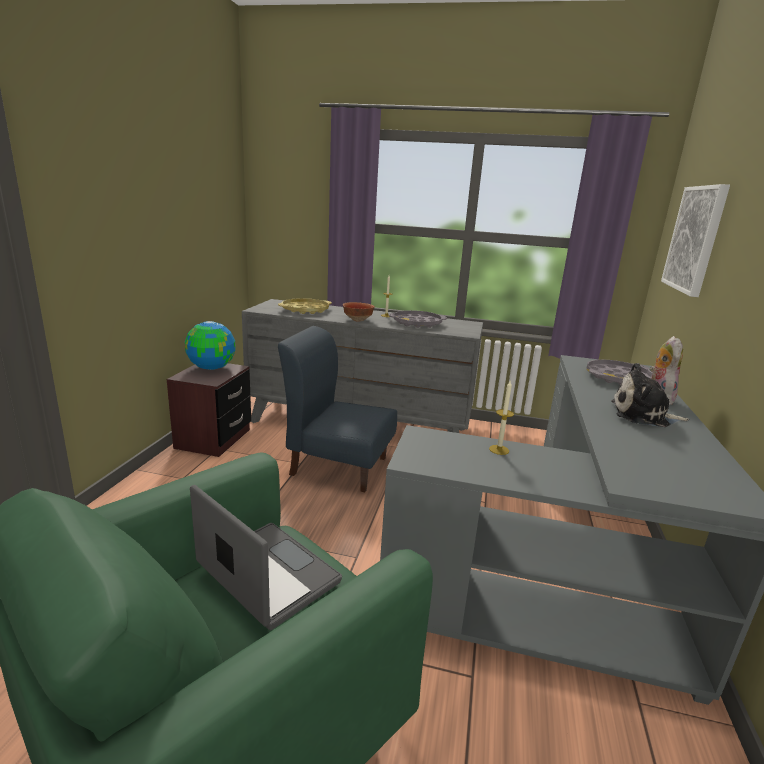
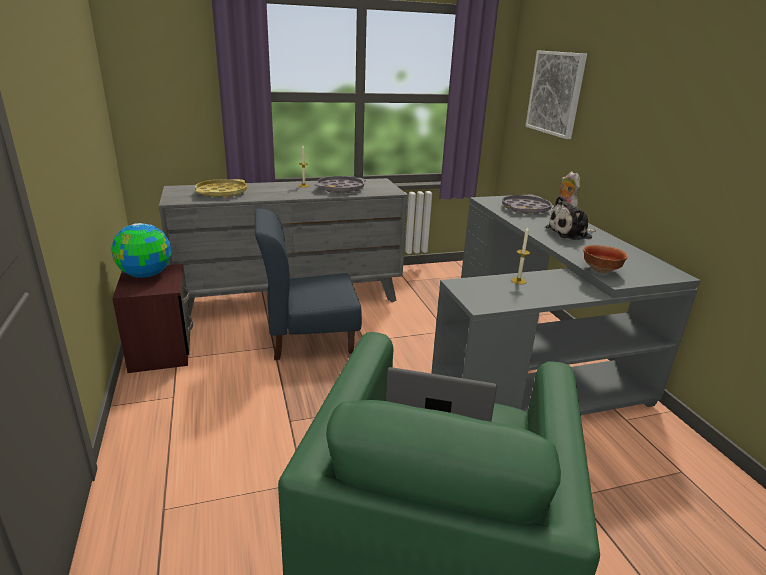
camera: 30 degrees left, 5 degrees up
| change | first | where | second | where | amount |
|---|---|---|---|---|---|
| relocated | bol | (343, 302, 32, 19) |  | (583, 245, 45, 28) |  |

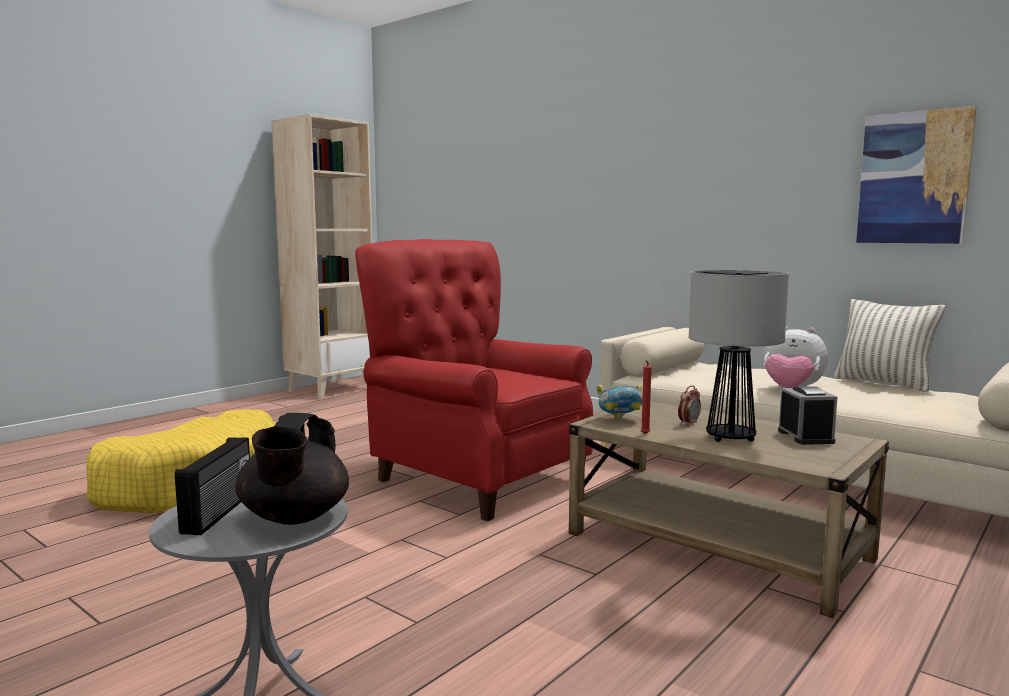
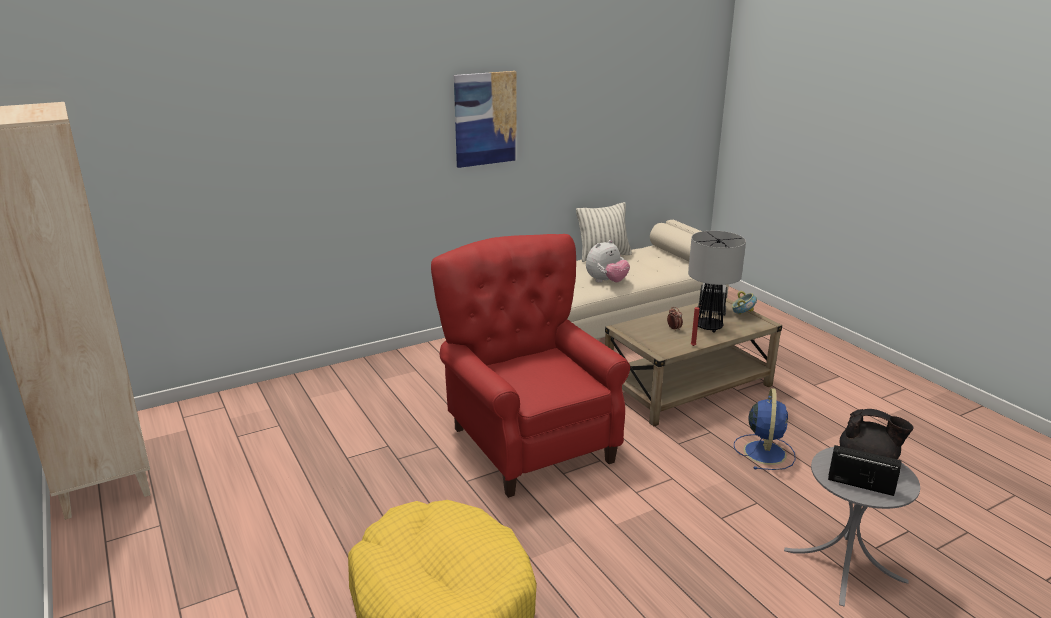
camera: 70 degrees left, 15 degrees up
| change | first | where | second | where | amount |
|---|---|---|---|---|---|
| appeared |  |  | ventilateur [bleu] | (734, 388, 62, 82) |  |
| relocated | bol | (597, 385, 46, 34) |  | (732, 291, 25, 24) |  |
| relocated | tableau | (856, 106, 121, 138) |  | (454, 71, 63, 97) |  |
| spun | fauteuil [rouge] | (355, 239, 238, 282) |  | (431, 234, 199, 264) | 90 degrees clockwise |

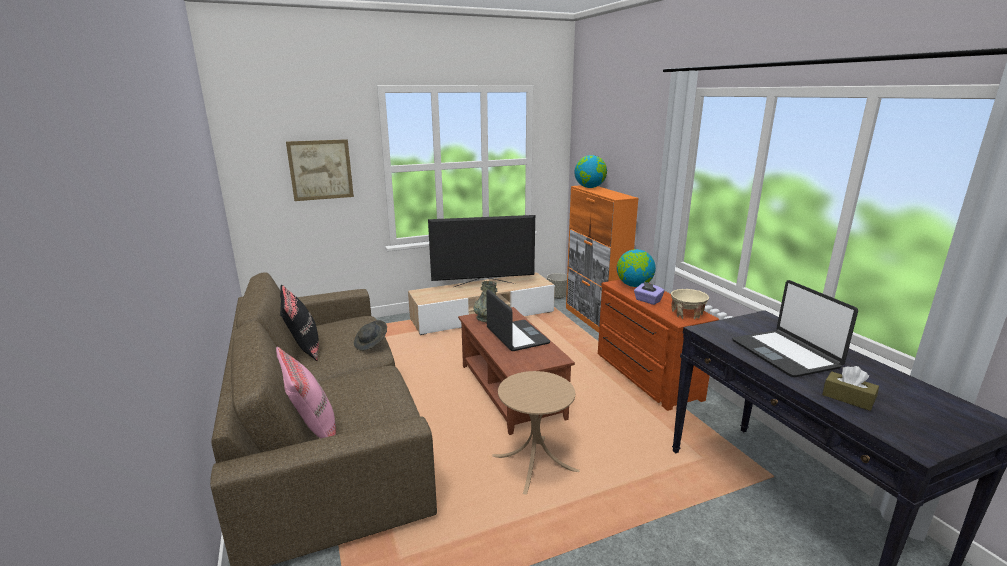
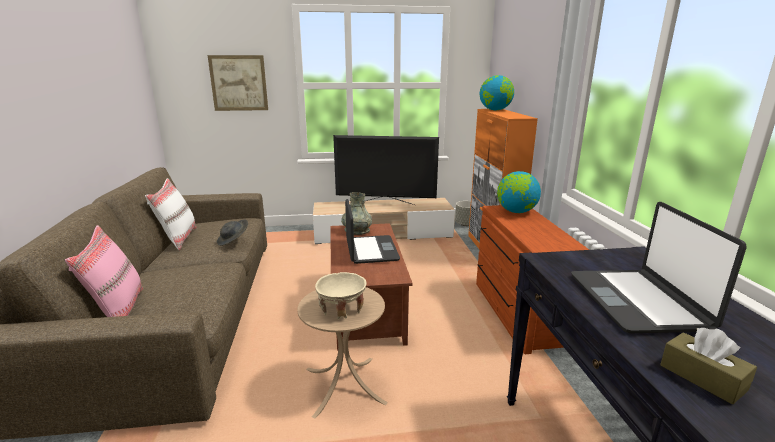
camera: 15 degrees right, 0 degrees up
| change | first | where | second | where | amount |
|---|---|---|---|---|---|
| missing | boîte à mouchoirs [violet] | (634, 282, 30, 23) |  |  |  |
| relocated | bol [beige] | (671, 289, 38, 31) |  | (315, 272, 51, 48) |  |
| colour | coussin [noir] | (280, 285, 39, 76) | coussin [blanc] | (145, 178, 52, 72) |  |

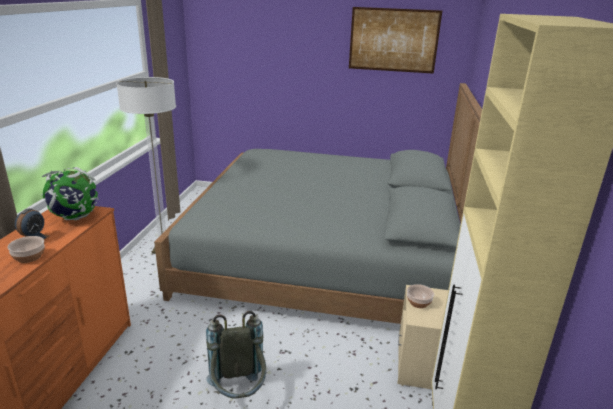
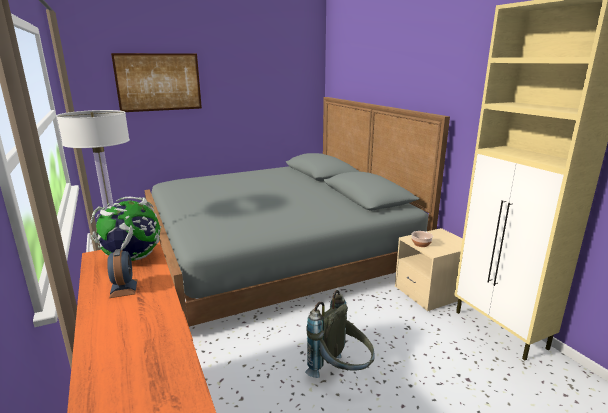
camera: 35 degrees left, 5 degrees down
| change | first | where | second | where | amount |
|---|---|---|---|---|---|
| missing | bol | (7, 236, 38, 27) |  |  |  |
| relocated | tableau | (349, 7, 93, 67) |  | (111, 53, 91, 59) |  |

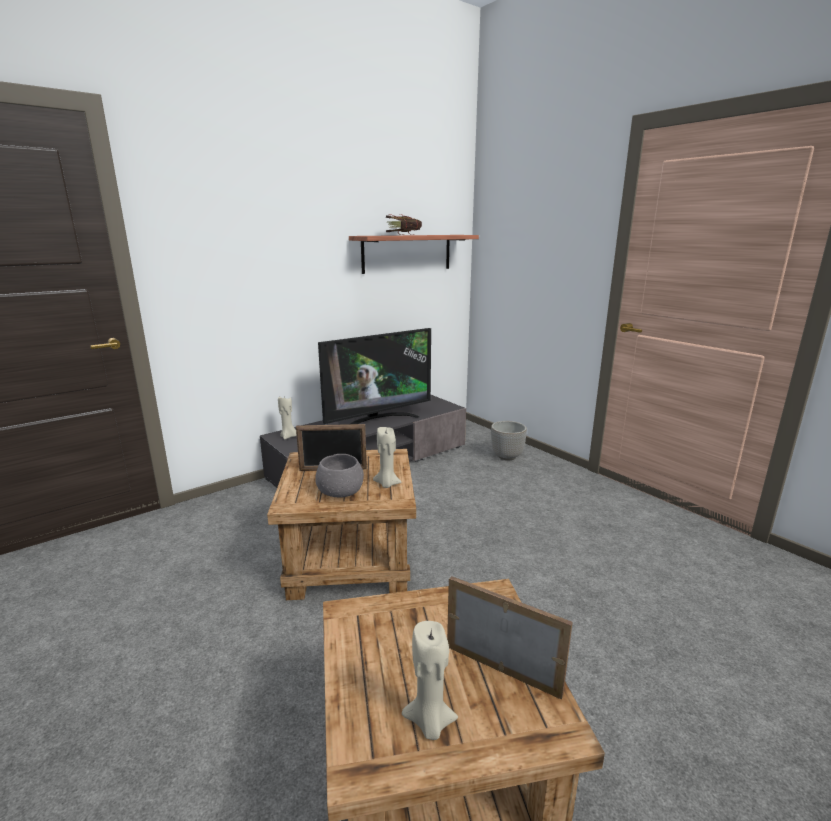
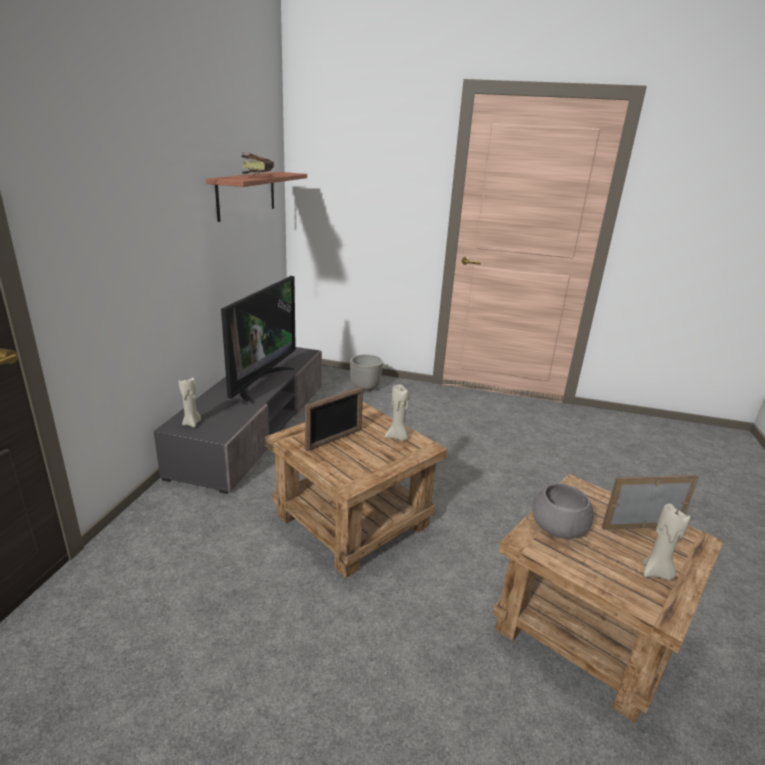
camera: 40 degrees left, 5 degrees up
| change | first | where | second | where | amount |
|---|---|---|---|---|---|
| relocated | bol [gris] | (315, 454, 49, 43) |  | (532, 483, 62, 56) |  |

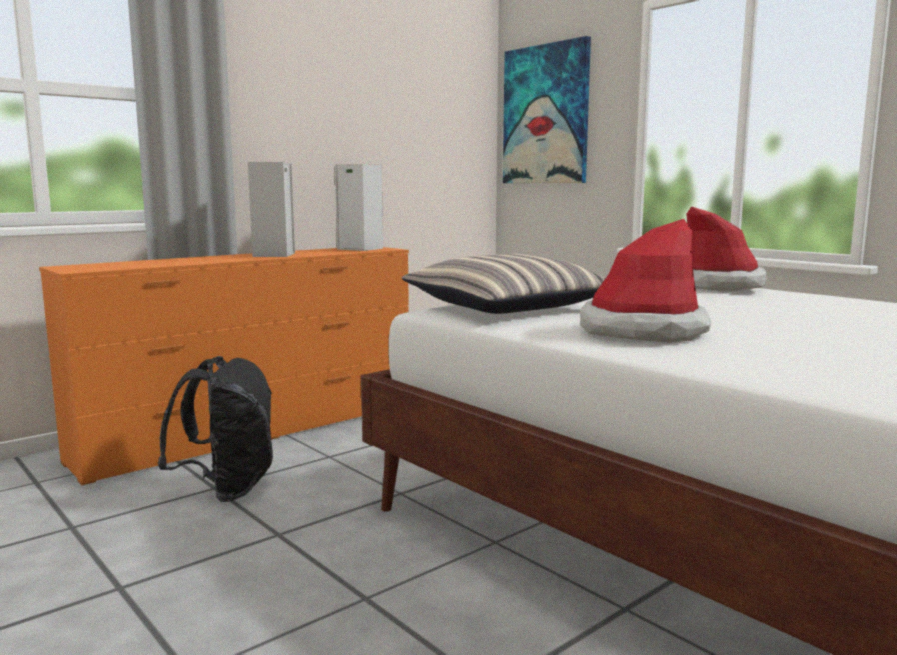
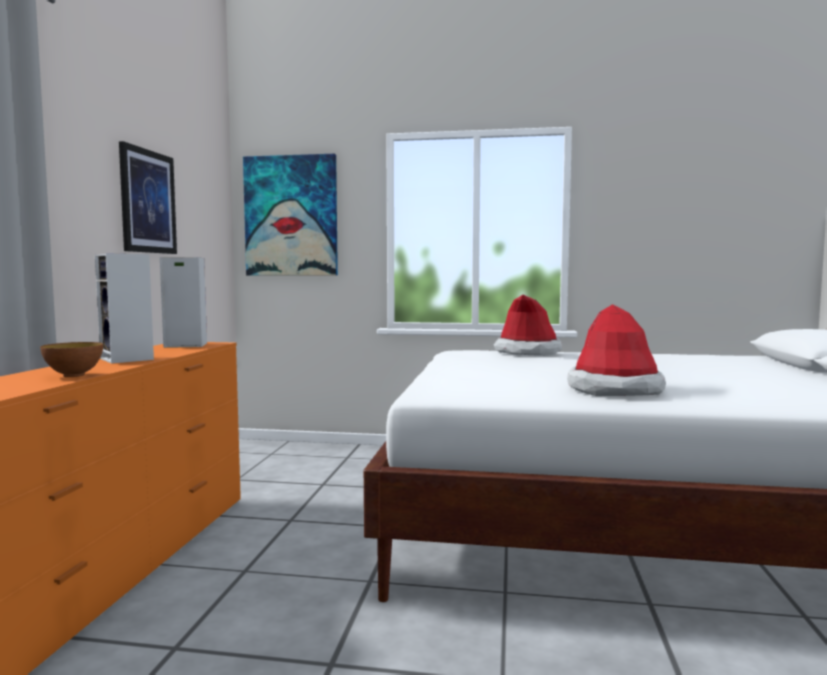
camera: 40 degrees left, 5 degrees down
| change | first | where | second | where | amount |
|---|---|---|---|---|---|
| missing | sac à dos [noir] | (157, 356, 116, 146) |  |  |  |
| missing | coussin | (402, 254, 204, 60) |  |  |  |
| appeared |  |  | bol | (40, 342, 63, 35) |  |
| appeared |  |  | tableau | (119, 141, 58, 113) |  |

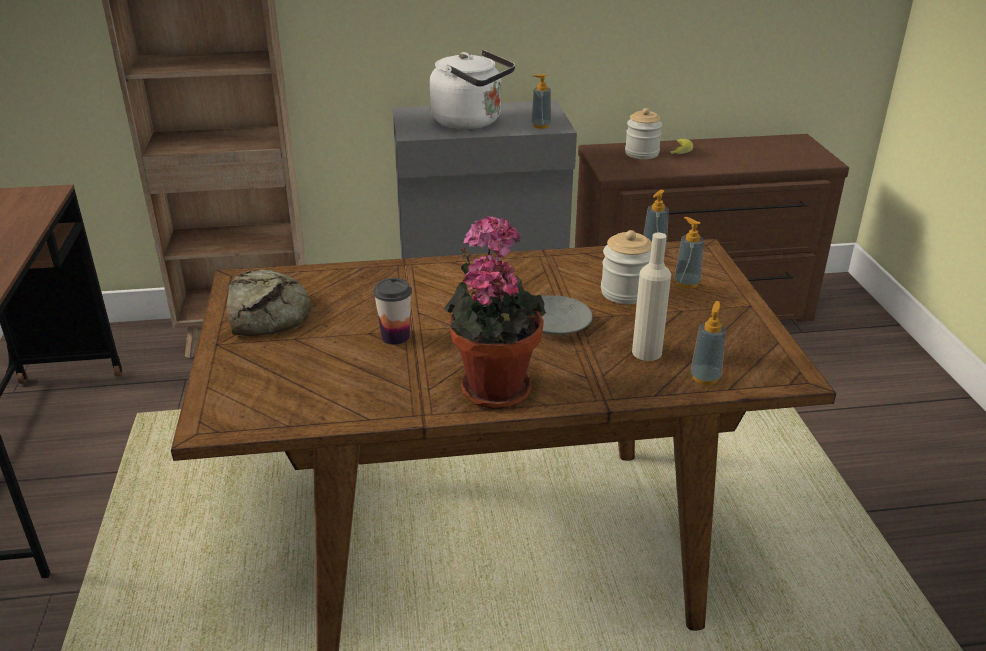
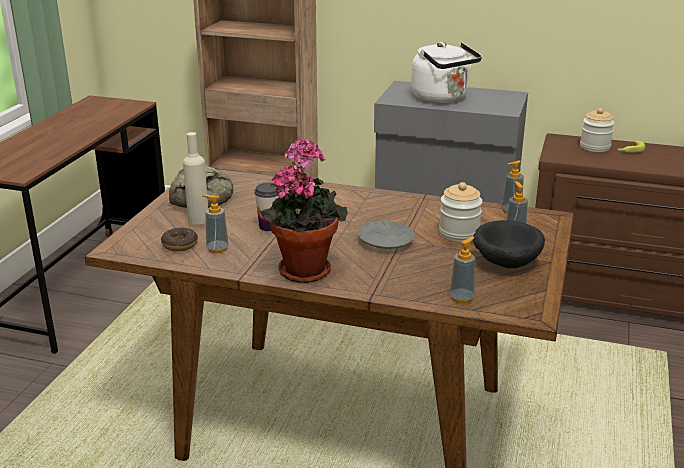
camera: 25 degrees right, 5 degrees down
| change | first | where | second | where | amount |
|---|---|---|---|---|---|
| appeared |  |  | beignet | (161, 228, 37, 23) |  |
| appeared |  |  | bol [noir] | (473, 220, 72, 48) |  |
| relocated | distributeur de savon | (531, 74, 20, 55) |  | (203, 195, 26, 58) |  |
| relocated | bouteille [beige] | (632, 233, 39, 128) |  | (183, 132, 25, 93) |  |

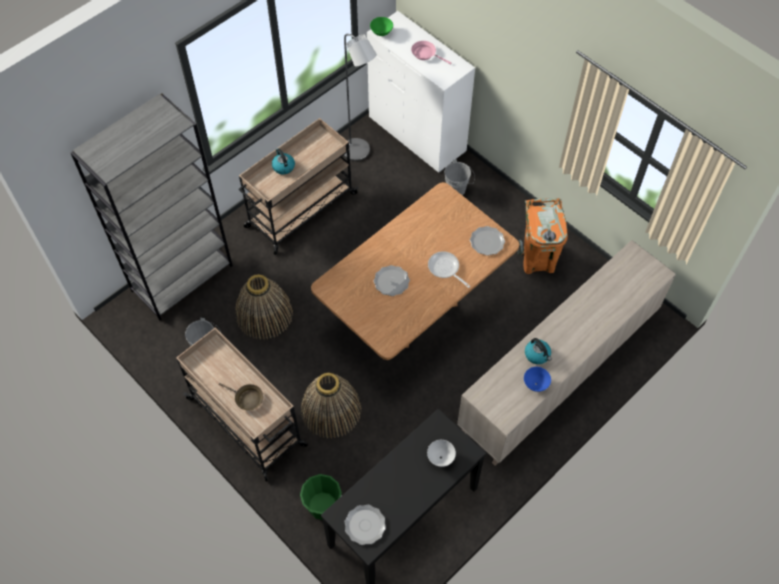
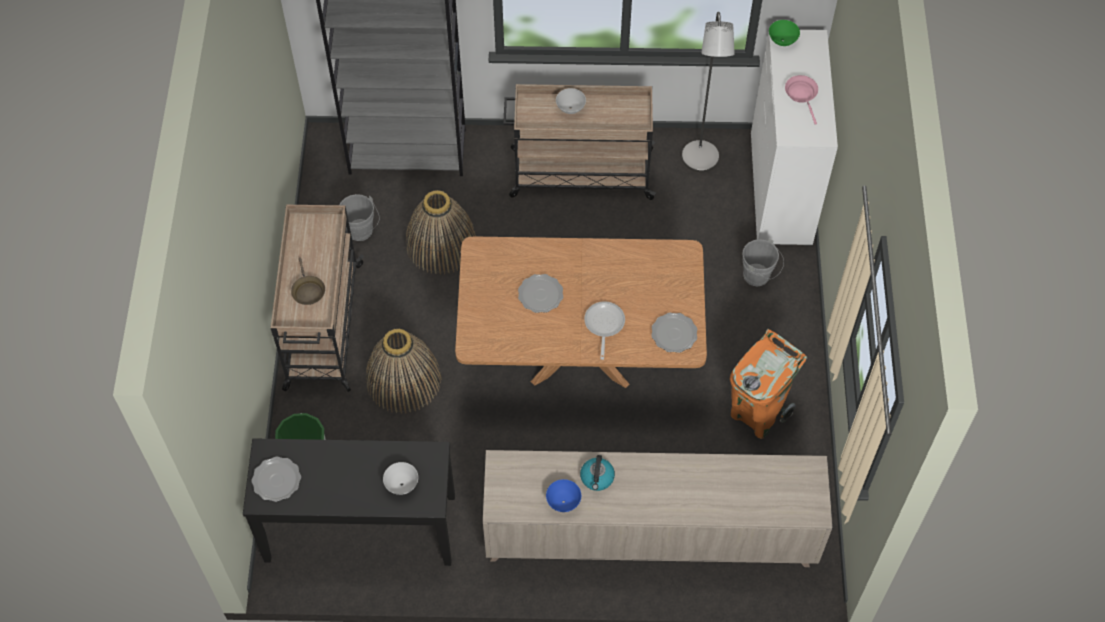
camera: 45 degrees right, 0 degrees up
| change | first | where | second | where | amount |
|---|---|---|---|---|---|
| exchanged | bouilloire | (272, 148, 23, 26) | bol [blanc] | (556, 88, 30, 26) |  |

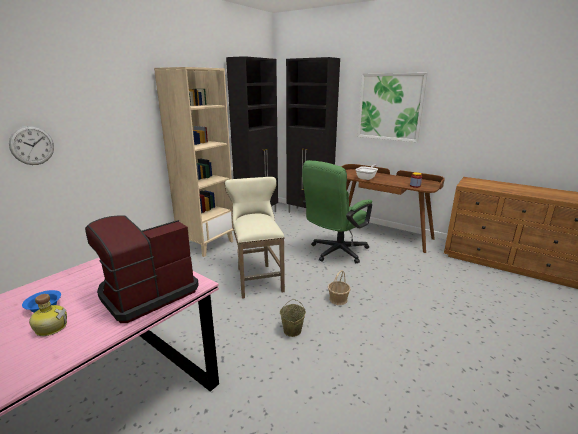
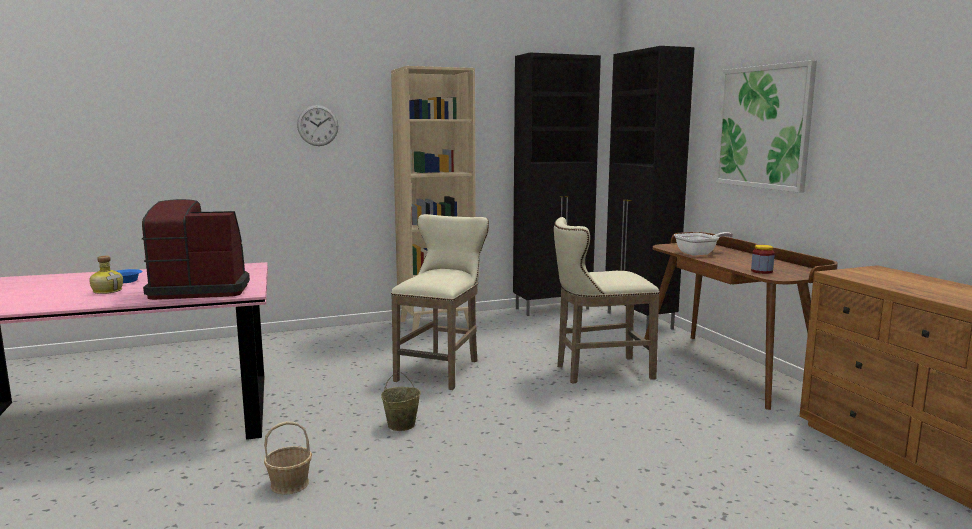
camera: 35 degrees right, 10 degrees down
| change | first | where | second | where | amount |
|---|---|---|---|---|---|
| relocated | horloge murale | (9, 126, 45, 39) |  | (297, 105, 41, 41) |  |
| relocated | panier | (328, 270, 23, 35) |  | (264, 421, 48, 74) |  |
| exchanged | chaise de bureau [vert] | (302, 160, 70, 103) | tabouret [beige] | (554, 217, 106, 167) |  |

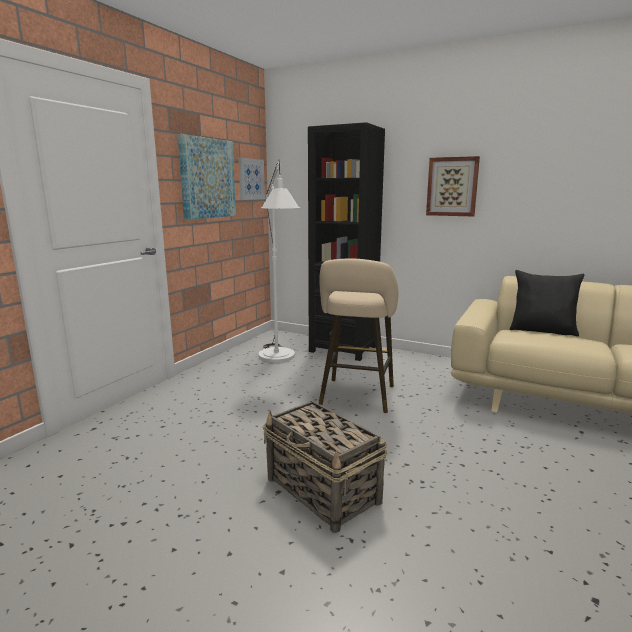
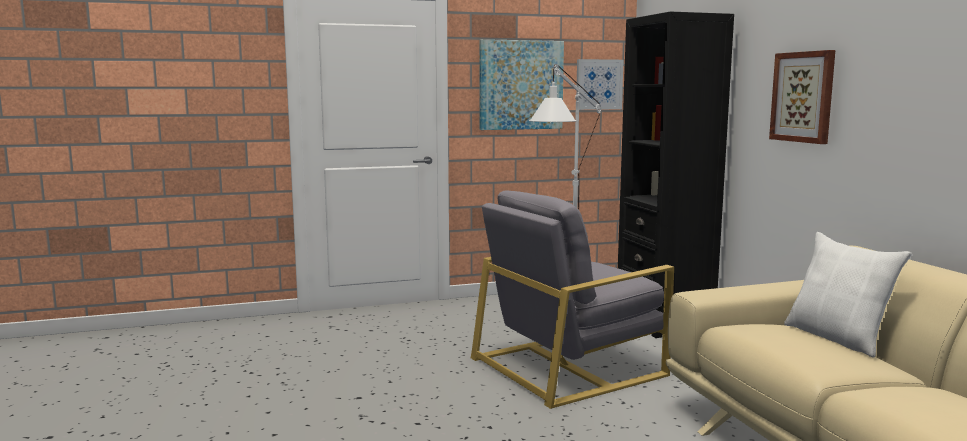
camera: 45 degrees right, 5 degrees down
| change | first | where | second | where | amount |
|---|---|---|---|---|---|
| missing | panier | (262, 401, 125, 132) |  |  |  |
| exchanged | tabouret [beige] | (318, 259, 80, 154) | fauteuil [gris] | (471, 190, 203, 219) |  |
| colour | coussin [noir] | (510, 270, 74, 66) | coussin [blanc] | (784, 232, 128, 126) |  |

